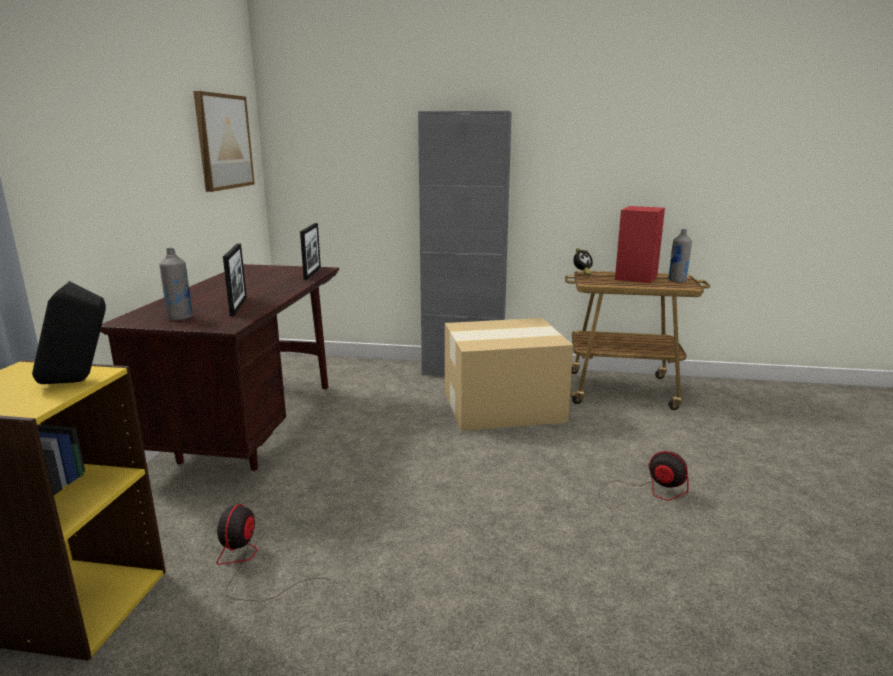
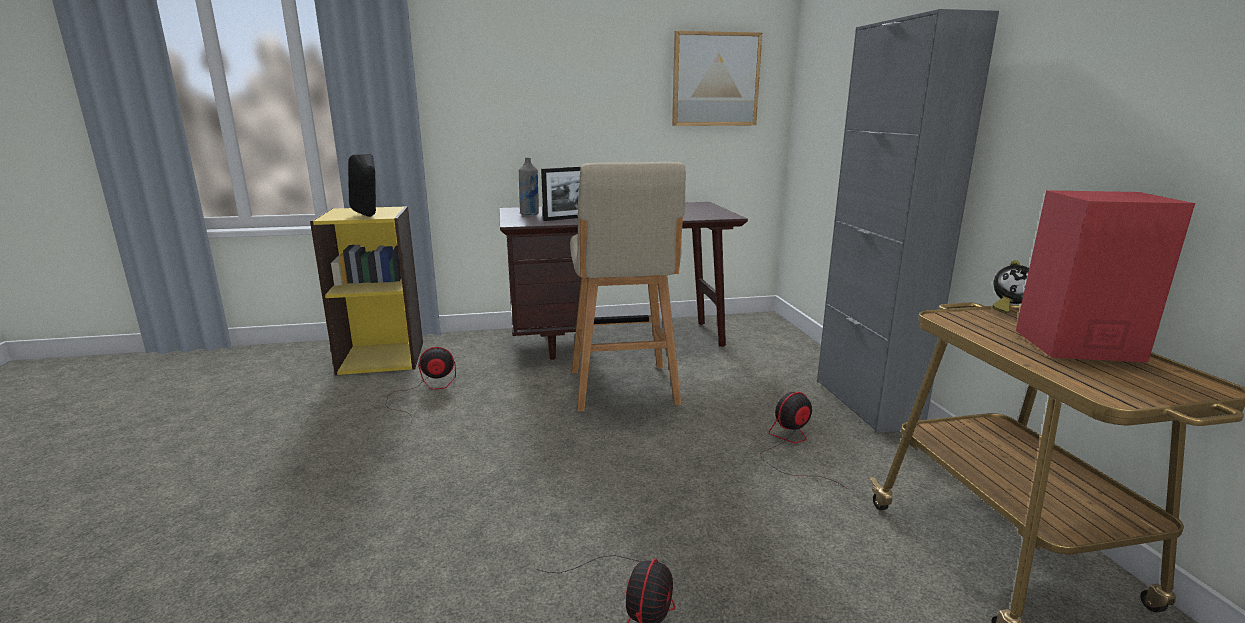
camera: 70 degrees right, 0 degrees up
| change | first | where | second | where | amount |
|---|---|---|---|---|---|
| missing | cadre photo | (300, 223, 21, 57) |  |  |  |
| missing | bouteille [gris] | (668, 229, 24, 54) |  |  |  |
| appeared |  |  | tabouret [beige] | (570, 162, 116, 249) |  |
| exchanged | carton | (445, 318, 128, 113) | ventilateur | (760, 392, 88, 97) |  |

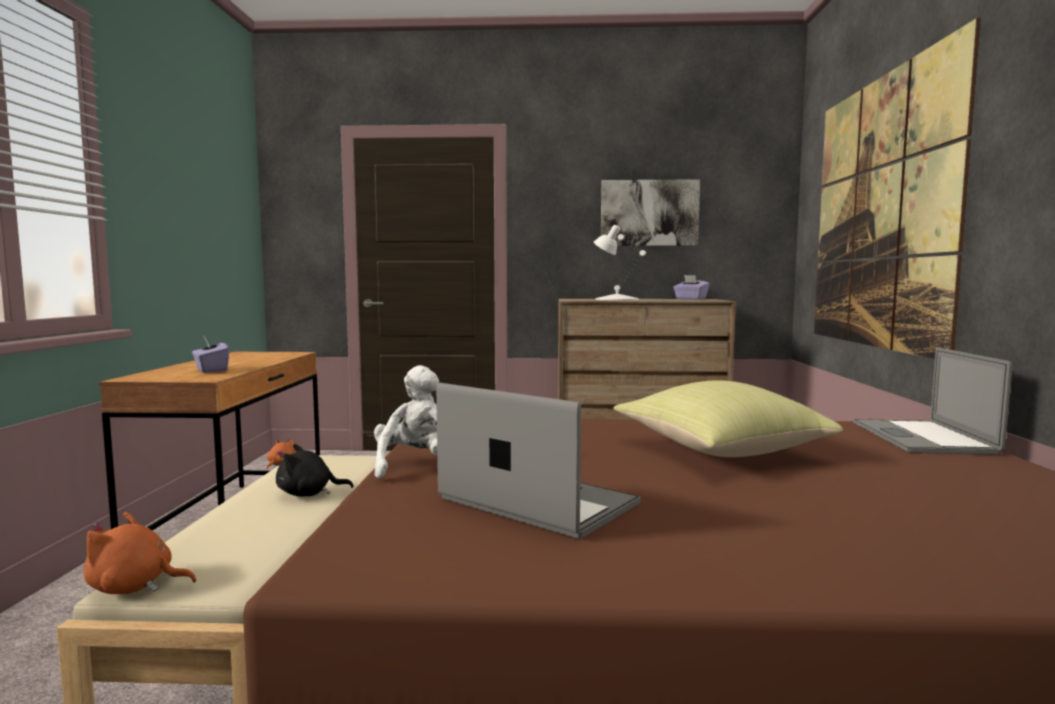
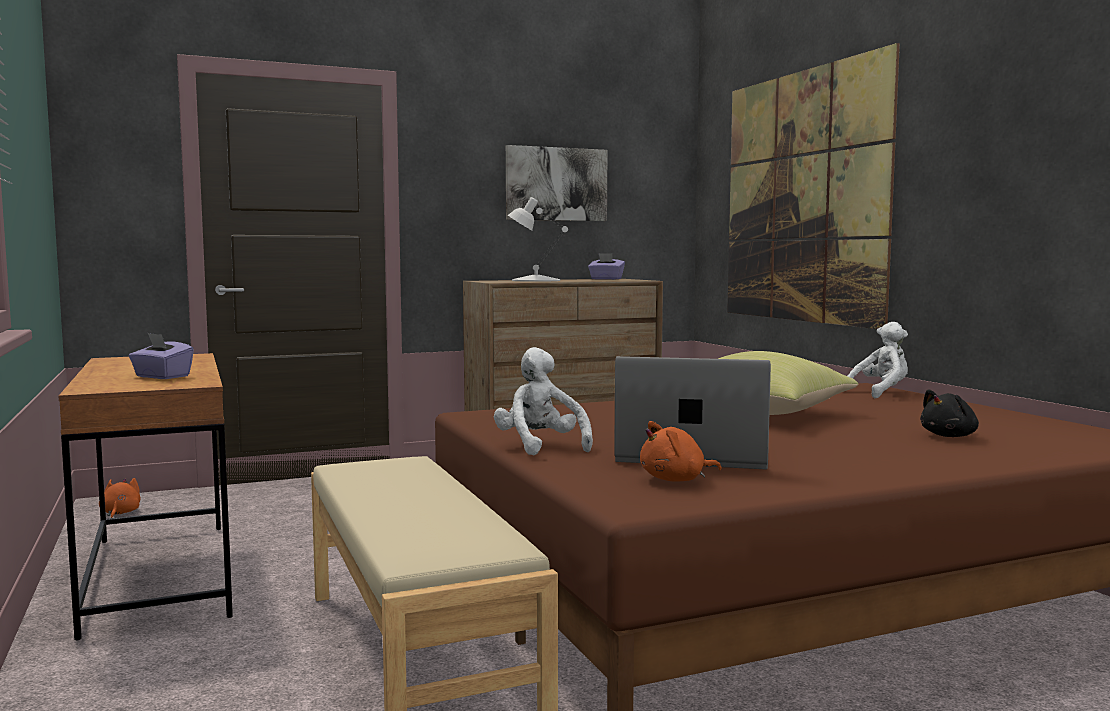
camera: 25 degrees left, 0 degrees up
| change | first | where | second | where | amount |
|---|---|---|---|---|---|
| relocated | peluche [orange] | (83, 512, 113, 82) |  | (640, 421, 81, 60) |  |
| relocated | peluche [noir] | (276, 444, 78, 53) |  | (920, 389, 59, 48) |  |
| exchanged | ordinateur portable | (853, 347, 159, 108) | peluche [blanc] | (847, 322, 61, 76) |  |

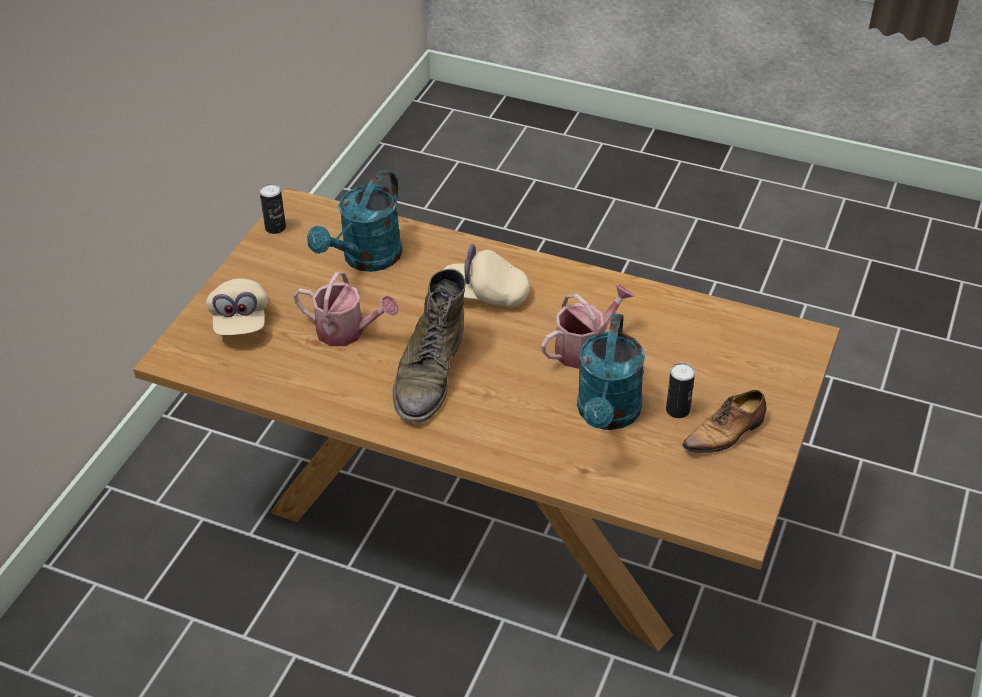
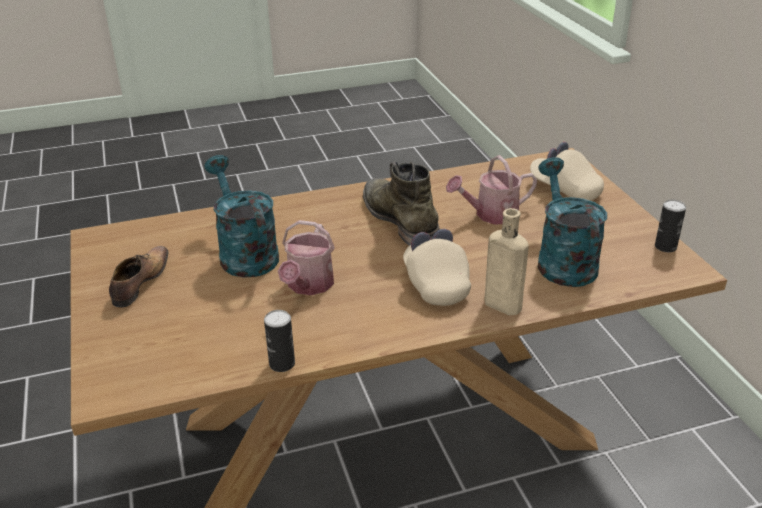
camera: 140 degrees right, 10 degrees down
| change | first | where | second | where | amount |
|---|---|---|---|---|---|
| appeared |  |  | bouteille [beige] | (484, 208, 45, 107) |  |
| relocated | boîte métallique | (666, 363, 29, 55) |  | (264, 310, 31, 62) |  |
| spun | casquette [beige] | (443, 244, 87, 64) |  | (403, 229, 68, 77) | 75 degrees counterclockwise |

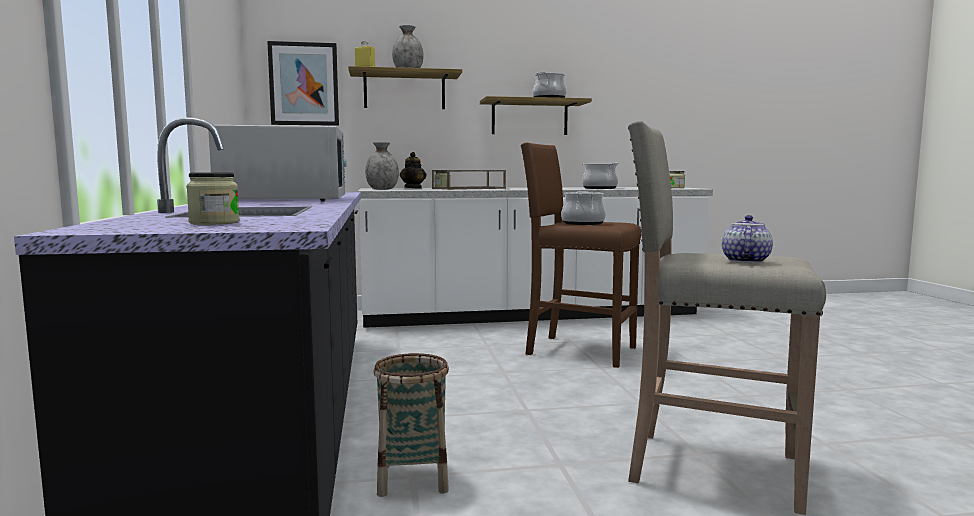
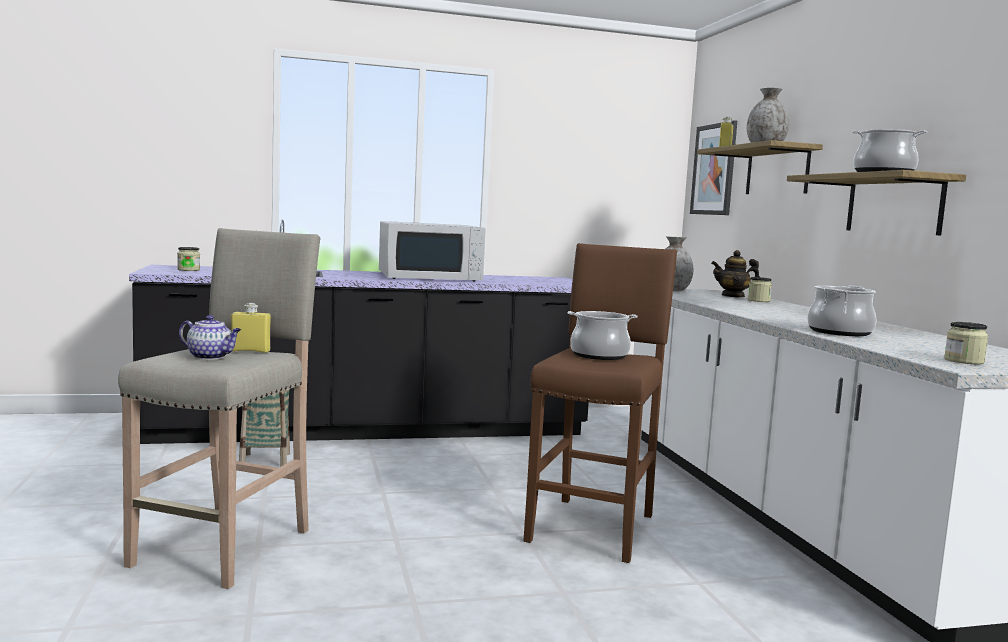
camera: 85 degrees right, 0 degrees up
| change | first | where | second | where | amount |
|---|---|---|---|---|---|
| missing | plateau [marron] | (432, 170, 74, 20) |  |  |  |
| appeared |  |  | bouteille [jaune] | (231, 303, 40, 50) |  |

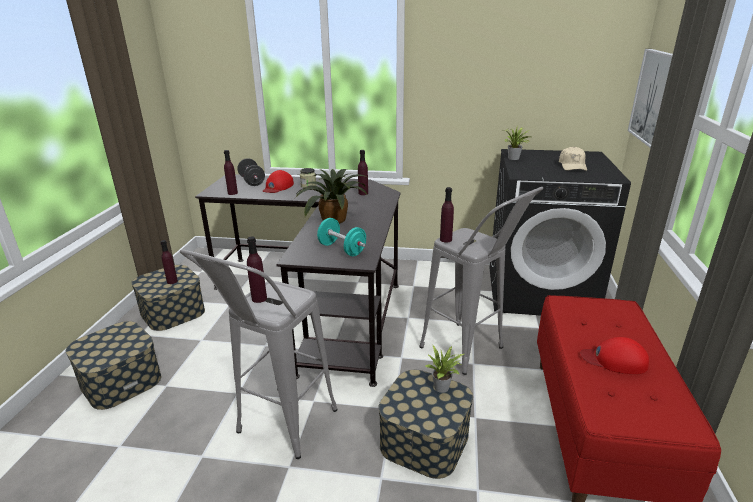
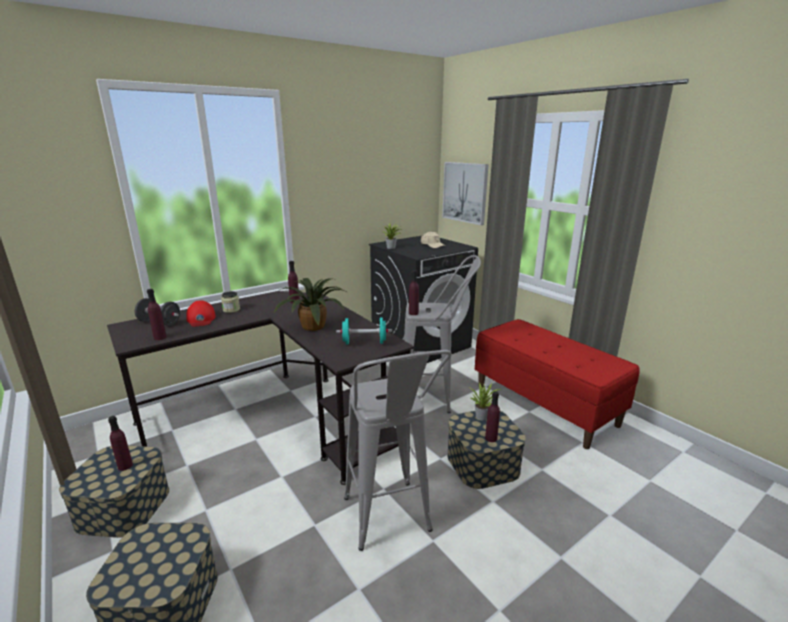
camera: 45 degrees left, 5 degrees down
| change | first | where | second | where | amount |
|---|---|---|---|---|---|
| missing | casquette [rouge] | (580, 337, 69, 37) |  |  |  |
| relocated | bouteille [violet] | (247, 236, 20, 67) |  | (485, 391, 15, 51) |  |

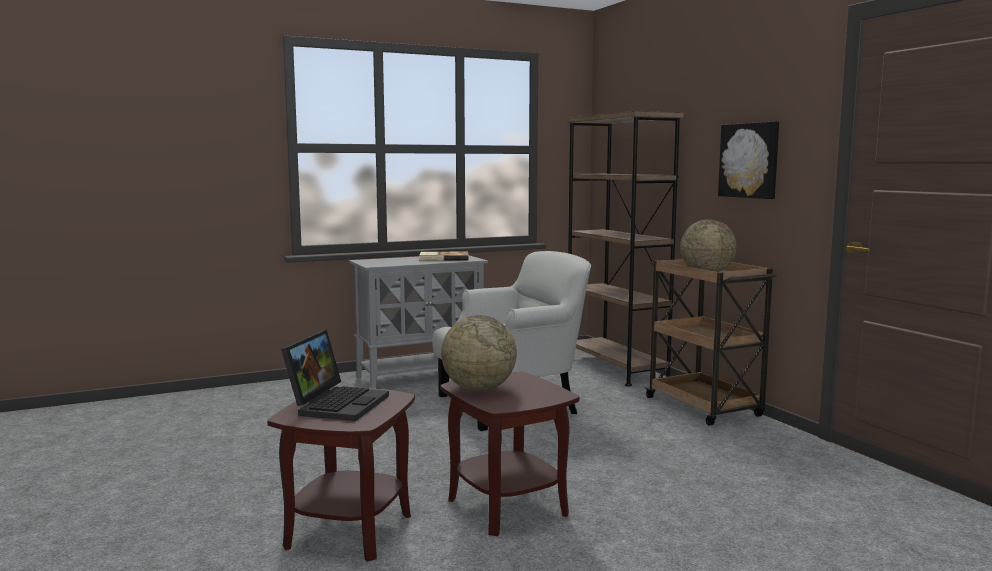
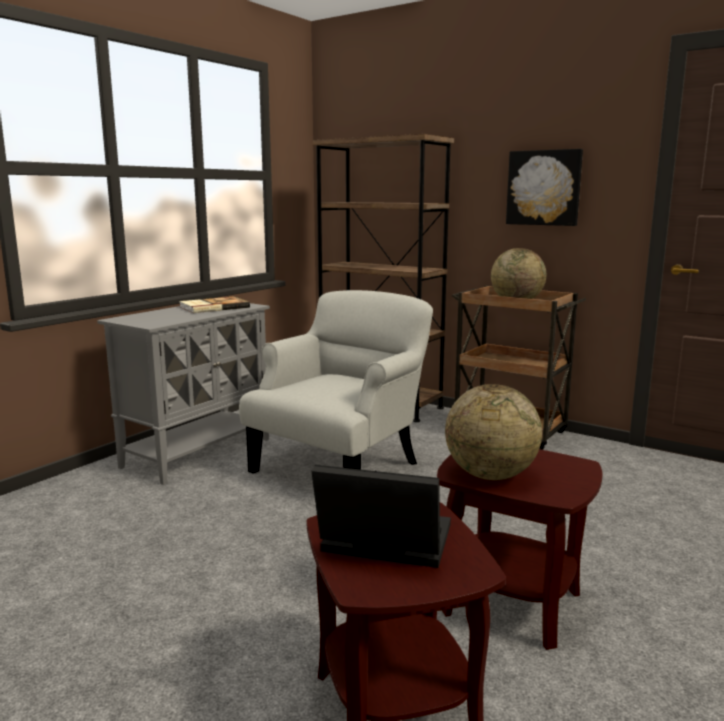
camera: 30 degrees left, 5 degrees up
| change | first | where | second | where | amount |
|---|---|---|---|---|---|
| spun | ordinateur portable | (281, 330, 108, 91) |  | (311, 465, 140, 103) | 60 degrees counterclockwise |

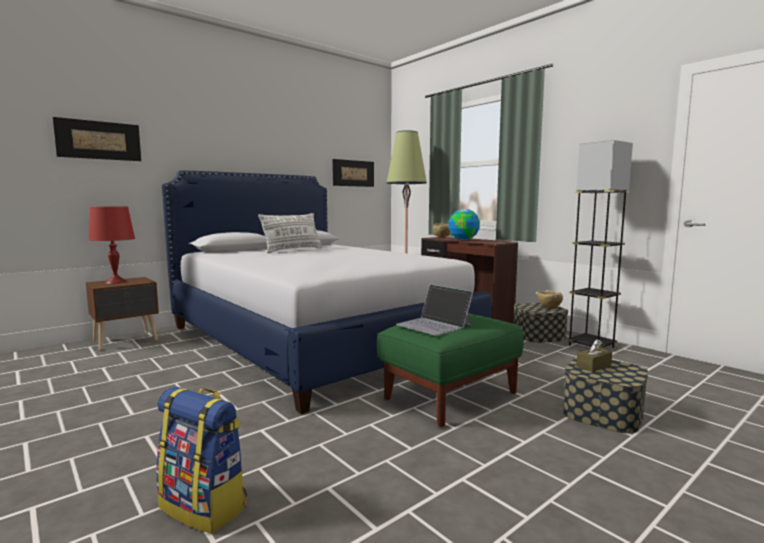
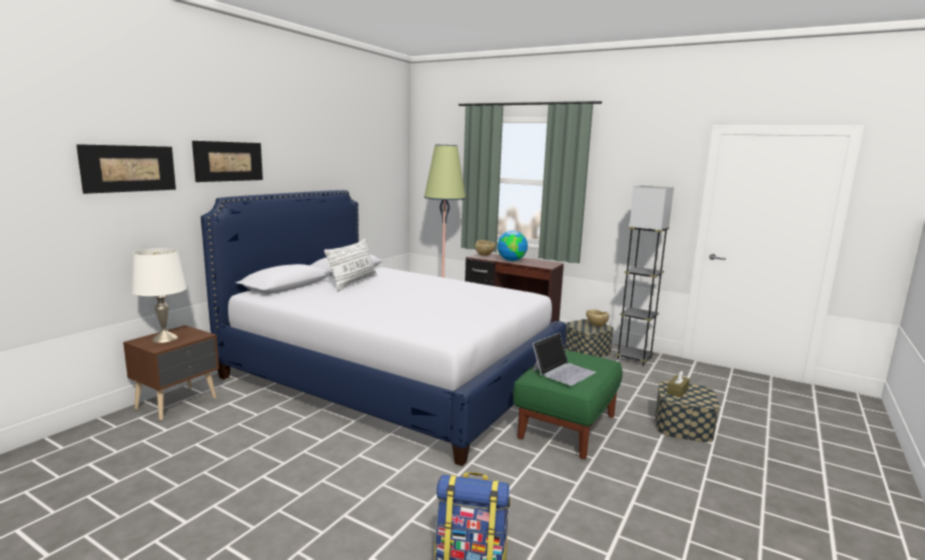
camera: 20 degrees left, 5 degrees up
| change | first | where | second | where | amount |
|---|---|---|---|---|---|
| relocated | tableau | (332, 159, 42, 28) |  | (192, 141, 71, 41) |  |
| colour | lampe de table [rouge] | (88, 206, 47, 78) | lampe de table [blanc] | (132, 248, 55, 95) |  |
| spun | ordinateur portable | (396, 284, 77, 52) |  | (532, 332, 64, 54) | 75 degrees counterclockwise |

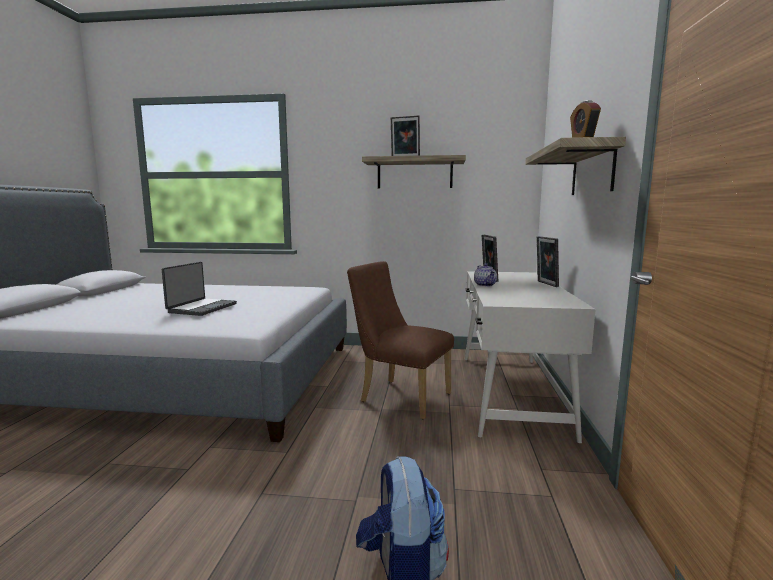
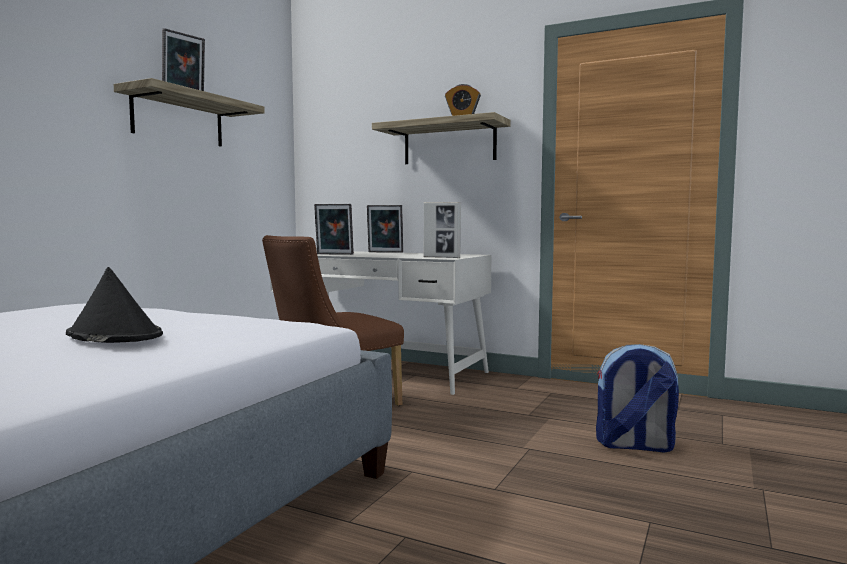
camera: 70 degrees left, 5 degrees down
| change | first | where | second | where | amount |
|---|---|---|---|---|---|
| missing | théière | (474, 263, 23, 24) |  |  |  |
| appeared |  |  | cadre photo | (424, 202, 37, 56) |  |
| exchanged | ordinateur portable | (162, 262, 75, 54) | chapeau [noir] | (66, 267, 97, 76) |  |

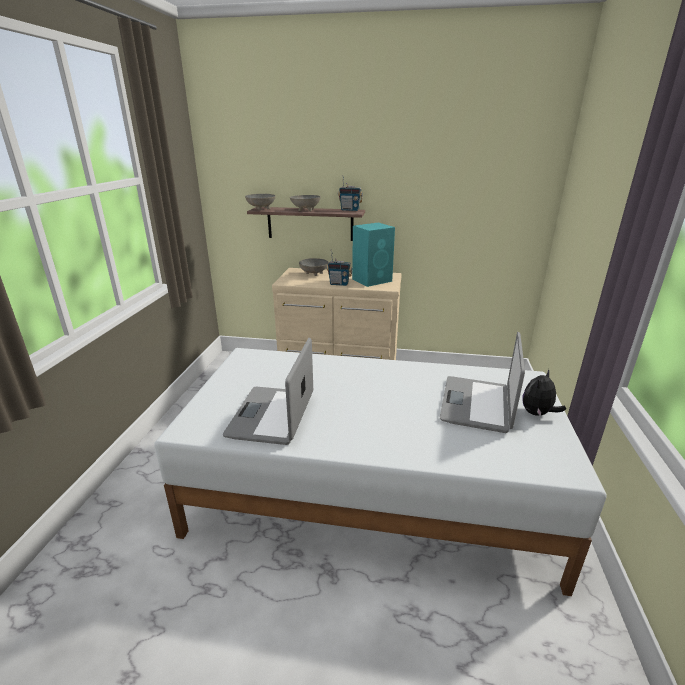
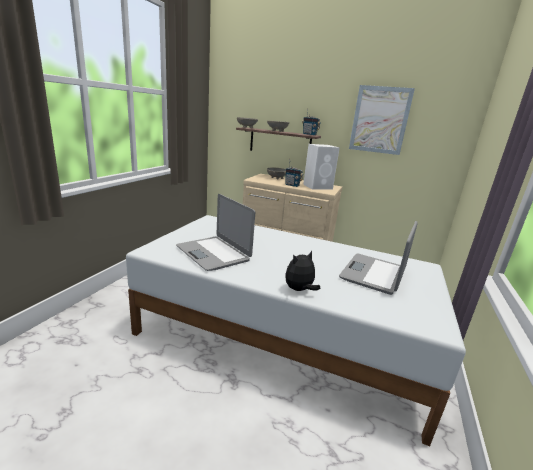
camera: 10 degrees right, 5 degrees down
| change | first | where | second | where | amount |
|---|---|---|---|---|---|
| appeared |  |  | tableau | (349, 85, 66, 70) |  |
| relocated | peluche | (523, 369, 43, 48) |  | (285, 251, 35, 40) |  |
| colour | enceinte [turquoise] | (352, 223, 43, 64) | enceinte [blanc] | (303, 144, 37, 46) |  |
| spun | ordinateur portable | (223, 338, 90, 107) |  | (176, 194, 79, 77) | 60 degrees counterclockwise |

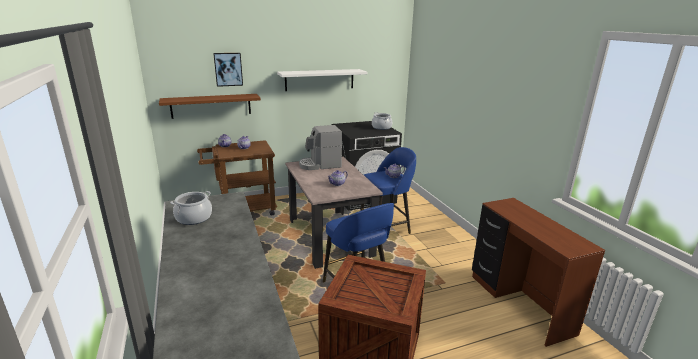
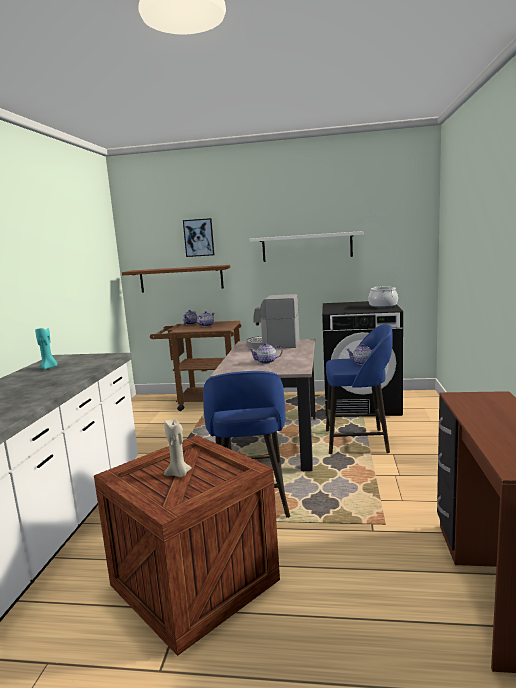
camera: 30 degrees right, 10 degrees down
| change | first | where | second | where | amount |
|---|---|---|---|---|---|
| appeared |  |  | bougie [beige] | (164, 419, 28, 58) |  |
| exchanged | marmite | (170, 191, 42, 34) | bougie [turquoise] | (35, 328, 23, 41) |  |

